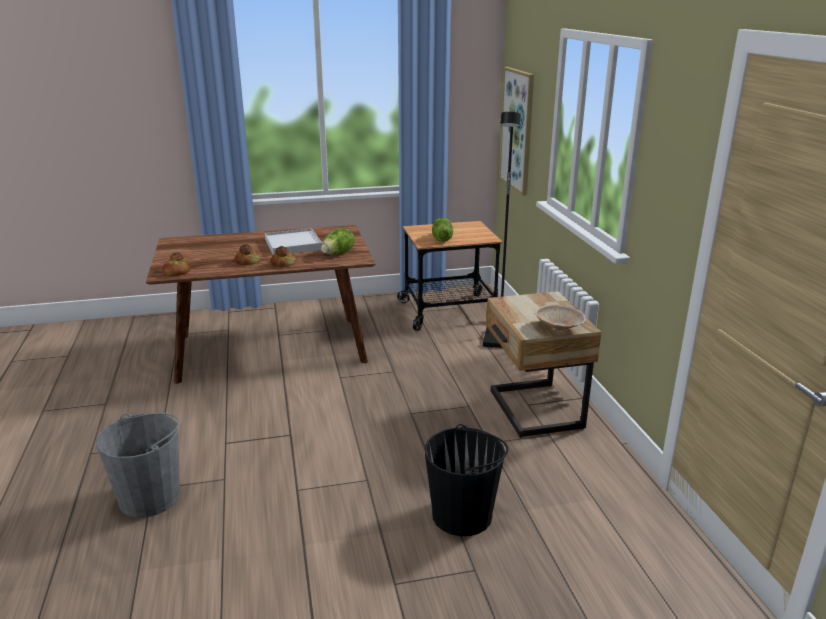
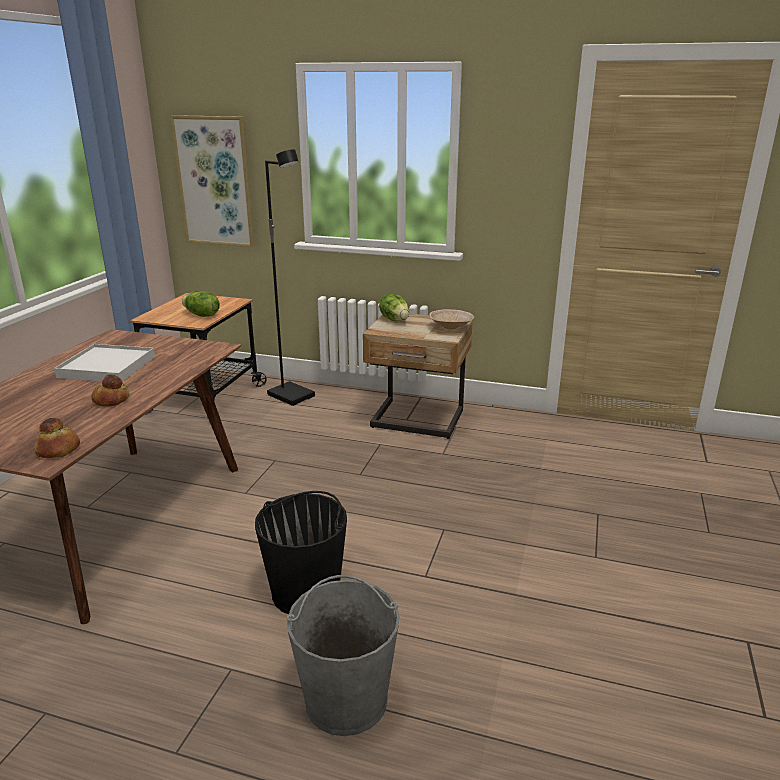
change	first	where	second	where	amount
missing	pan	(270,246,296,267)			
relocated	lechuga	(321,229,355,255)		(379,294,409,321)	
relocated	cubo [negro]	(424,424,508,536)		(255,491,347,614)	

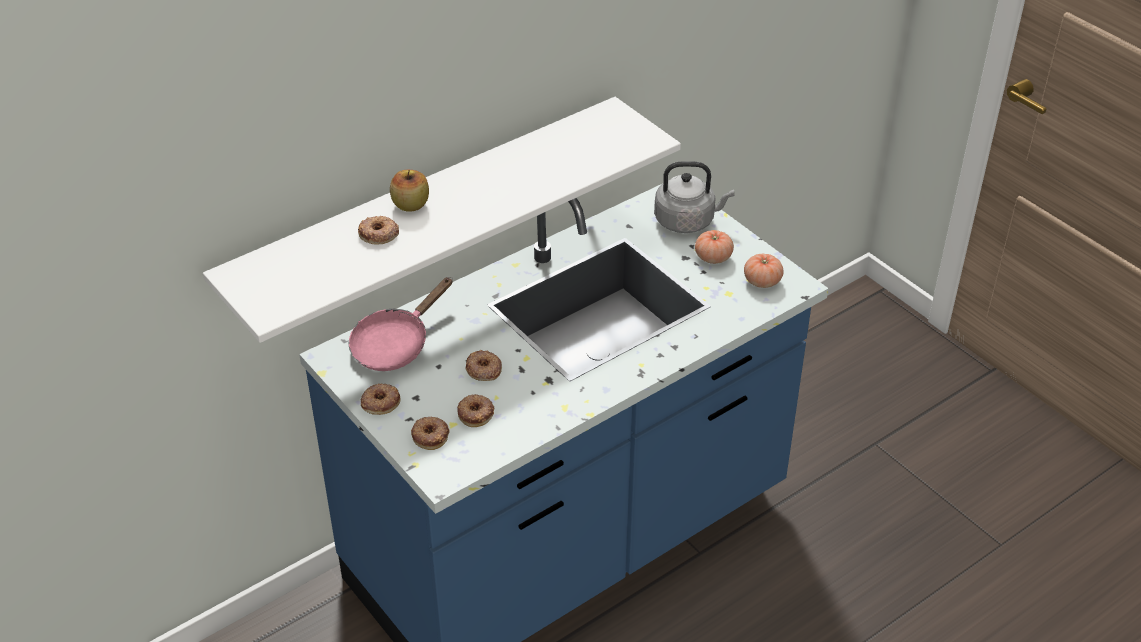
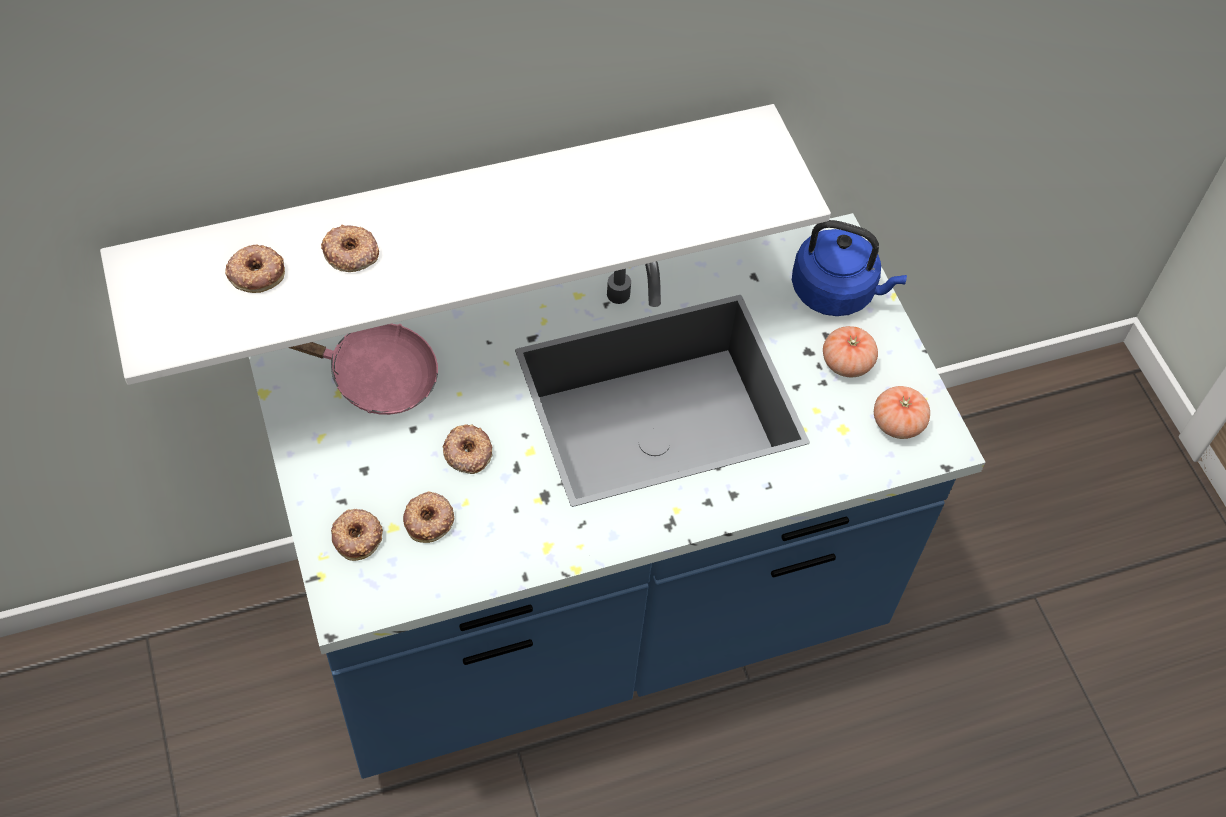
change	first	where	second	where	amount
spun	sartén [rosa]	(349,277,453,371)		(289,323,438,415)	135 degrees counterclockwise
relocated	rosquilla	(360,384,401,415)		(225,244,285,293)	
missing	manzana	(390,170,429,212)			
colour	hervidor [gris]	(654,161,734,233)	hervidor [azul]	(792,220,907,316)	

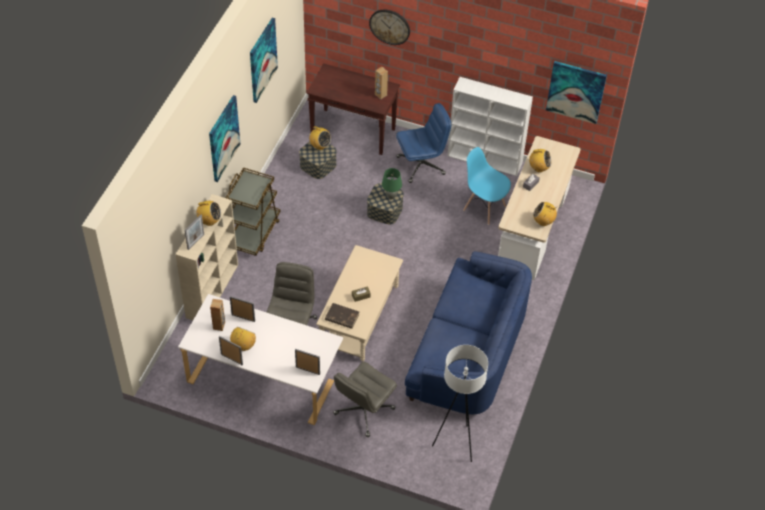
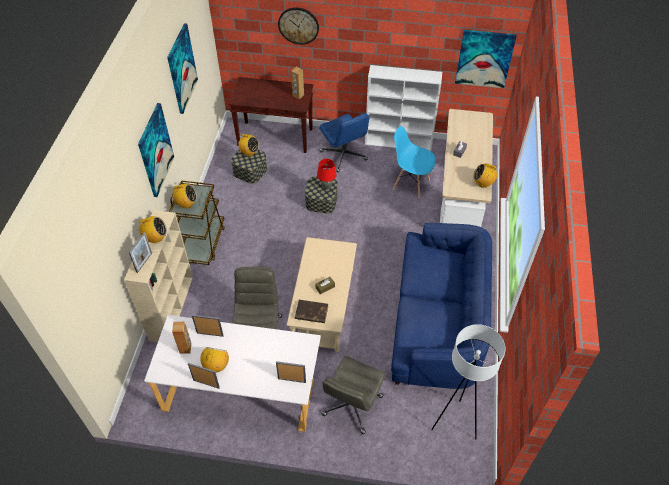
change	first	where	second	where	amount
colour	lámpara de mesa [verde]	(382,168,402,199)	lámpara de mesa [rojo]	(317,159,337,189)	
spun	silla de oficina [azul]	(396,103,451,183)		(319,113,369,172)	90 degrees clockwise
relocated	radio	(529,149,551,173)		(171,184,197,208)	

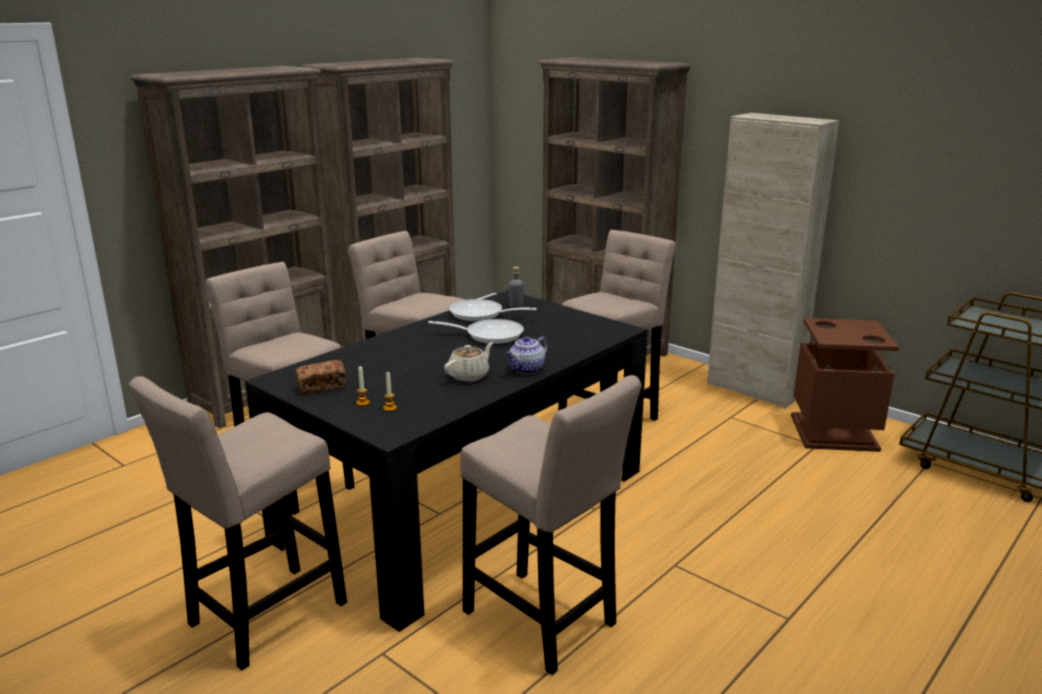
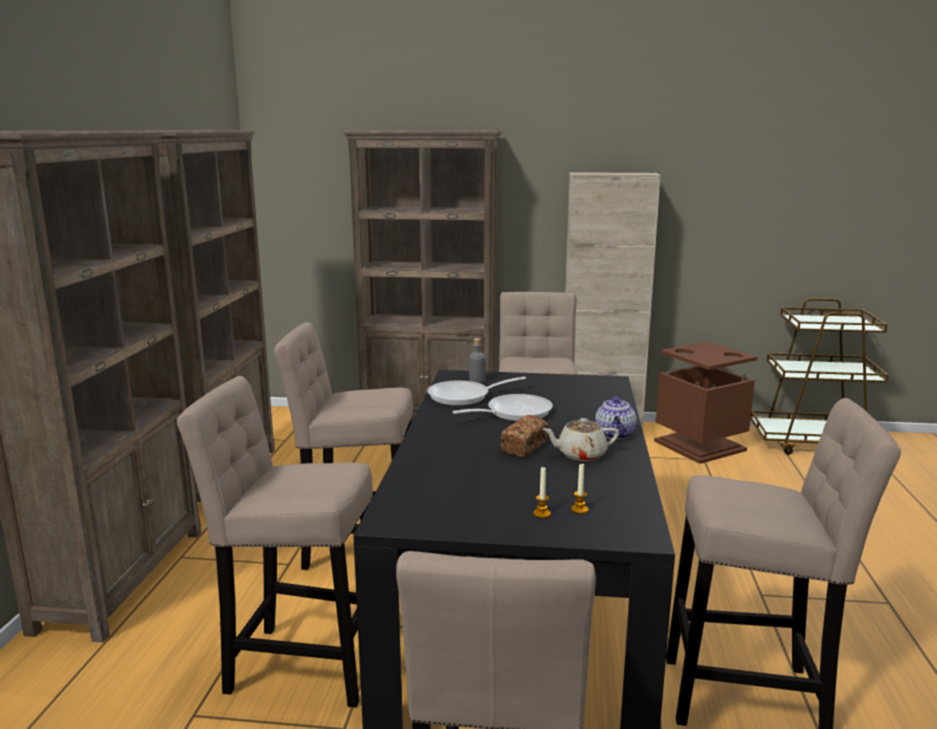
change	first	where	second	where	amount
relocated	pan	(296,360,346,395)		(501,415,549,458)	
spun	tetera [beis]	(444,342,493,382)		(543,418,619,461)	105 degrees counterclockwise

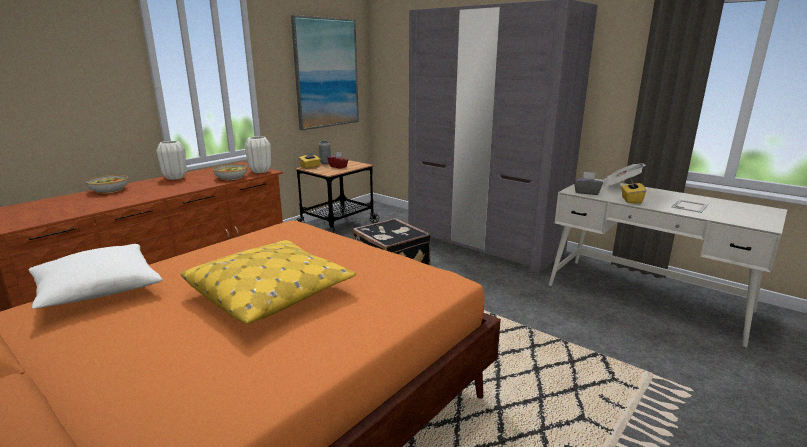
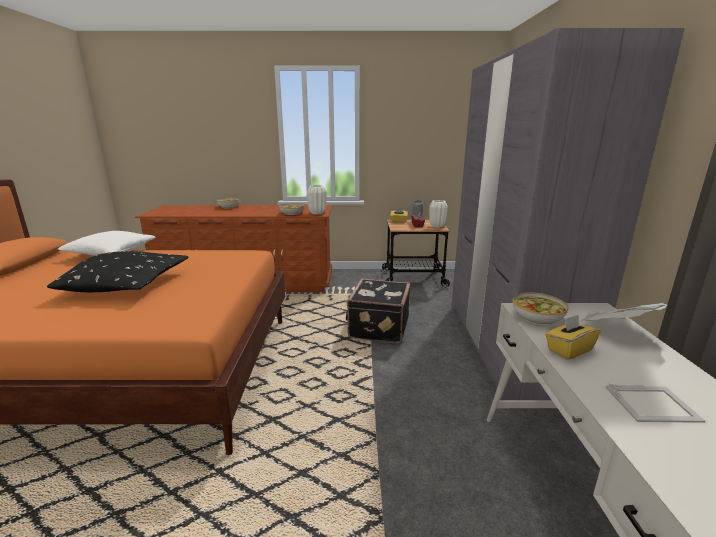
change	first	where	second	where	amount
relocated	florero [blanco]	(156,141,187,180)		(429,200,448,228)	
colour	cojín [amarillo]	(180,240,356,324)	cojín [negro]	(47,252,189,292)	
missing	cuadro	(291,15,359,130)			
exchanged	caja de pañuelos [gris]	(574,172,603,195)	cuenco	(513,292,568,325)	

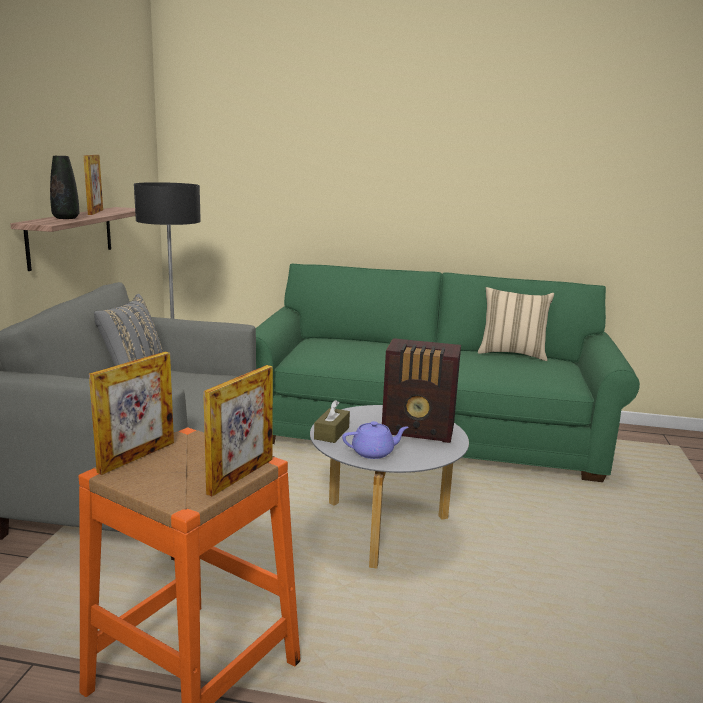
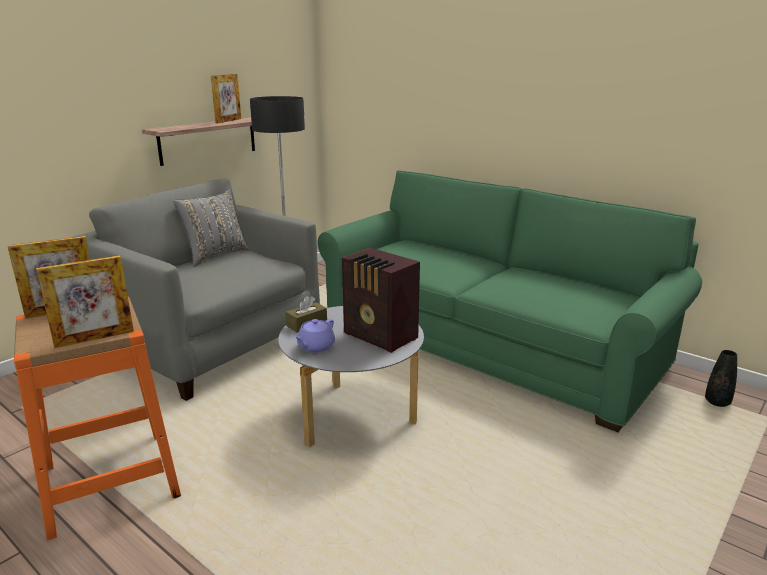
change	first	where	second	where	amount
relocated	florero [negro]	(50,156,79,219)		(705,350,737,407)	
spun	tetera [morado]	(342,421,409,459)		(295,319,335,353)	105 degrees clockwise
missing	cojín [beis]	(478,287,554,361)			

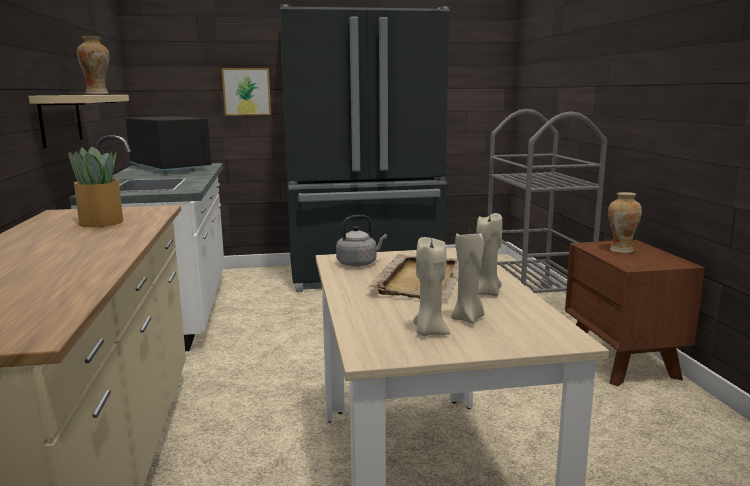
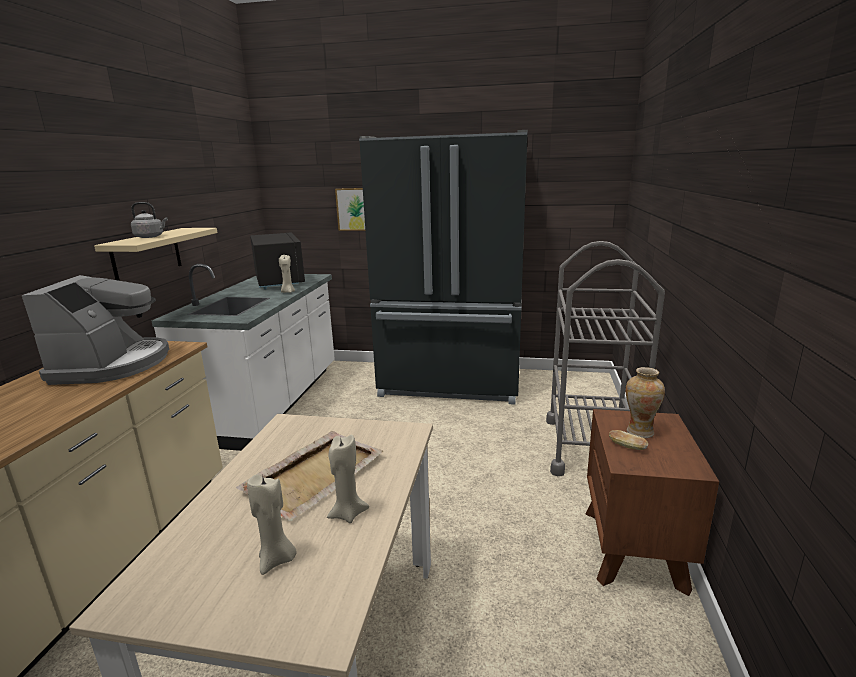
change	first	where	second	where	amount
exchanged	planta en maceta	(69,147,123,227)	cafetera	(22,275,169,385)	
missing	florero	(77,36,109,95)			
relocated	hervidor [gris]	(336,215,387,267)		(131,202,168,238)	
relocated	vela [beis]	(413,237,450,336)		(279,255,295,293)	
appeared			pan	(609,430,648,450)	

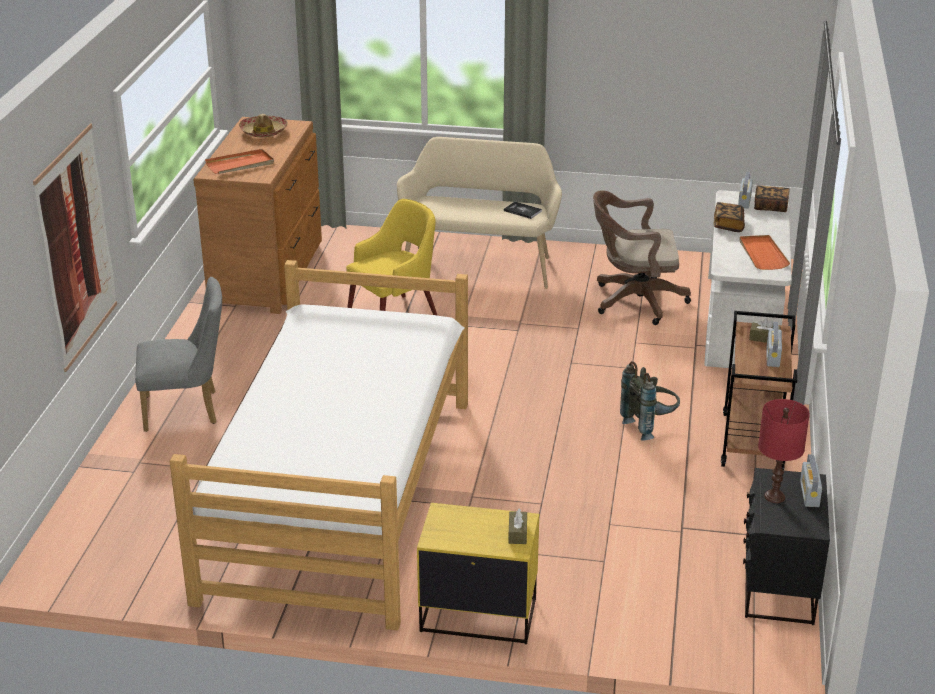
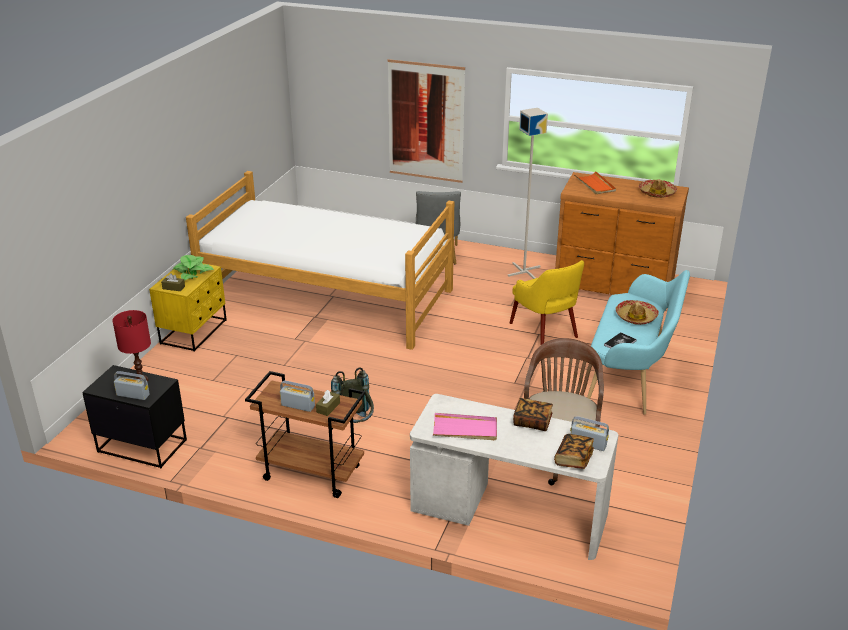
change	first	where	second	where	amount
colour	banco [beis]	(397,137,562,289)	banco [turquesa]	(587,270,690,415)	
colour	bandeja [naranja]	(739,235,790,270)	bandeja [rosa]	(433,413,497,440)	
appeared			planta en maceta	(174,255,214,281)	
appeared			lámpara de pie [gris]	(508,108,548,279)	
appeared			sombrero	(616,300,659,325)	

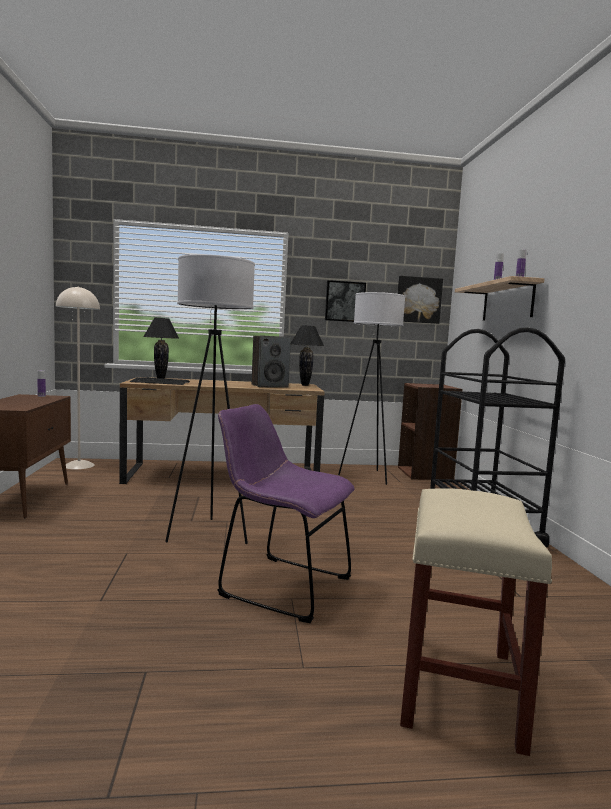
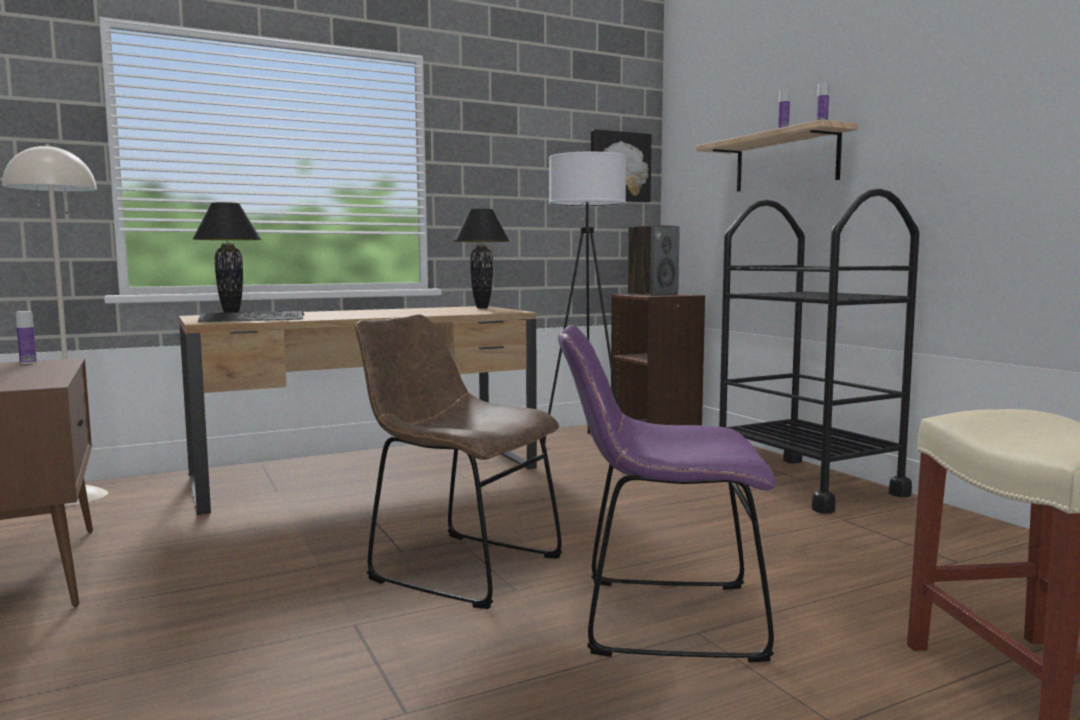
change	first	where	second	where	amount
exchanged	lámpara de pie [blanco]	(165,254,255,544)	silla [marrón]	(355,314,562,609)	
relocated	altavoz	(252,335,291,388)		(628,225,680,296)	
missing	cuadro	(325,280,366,322)			

